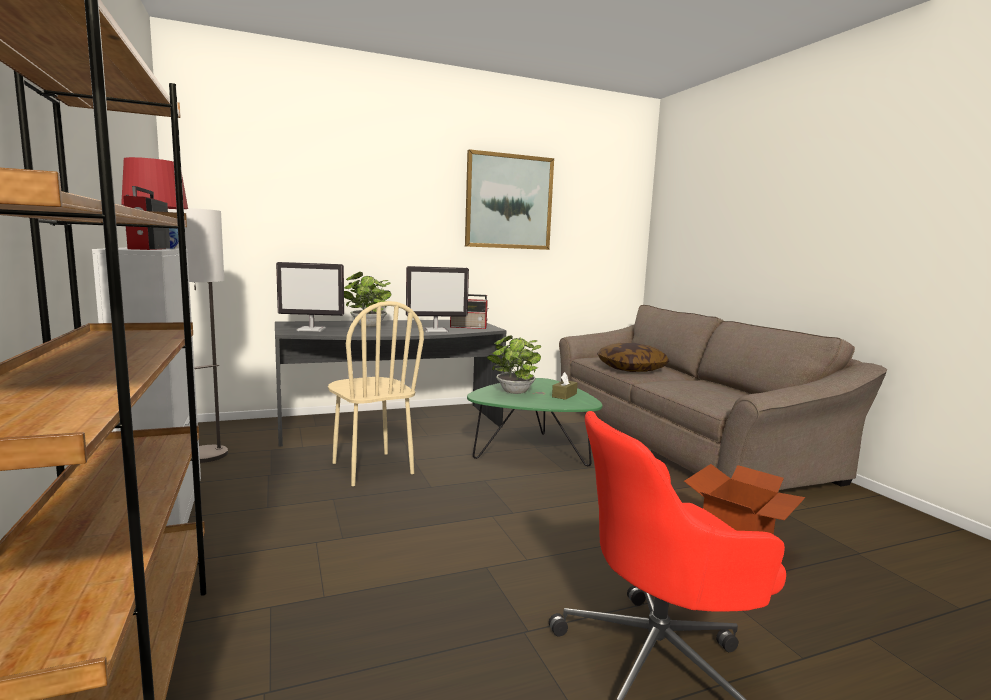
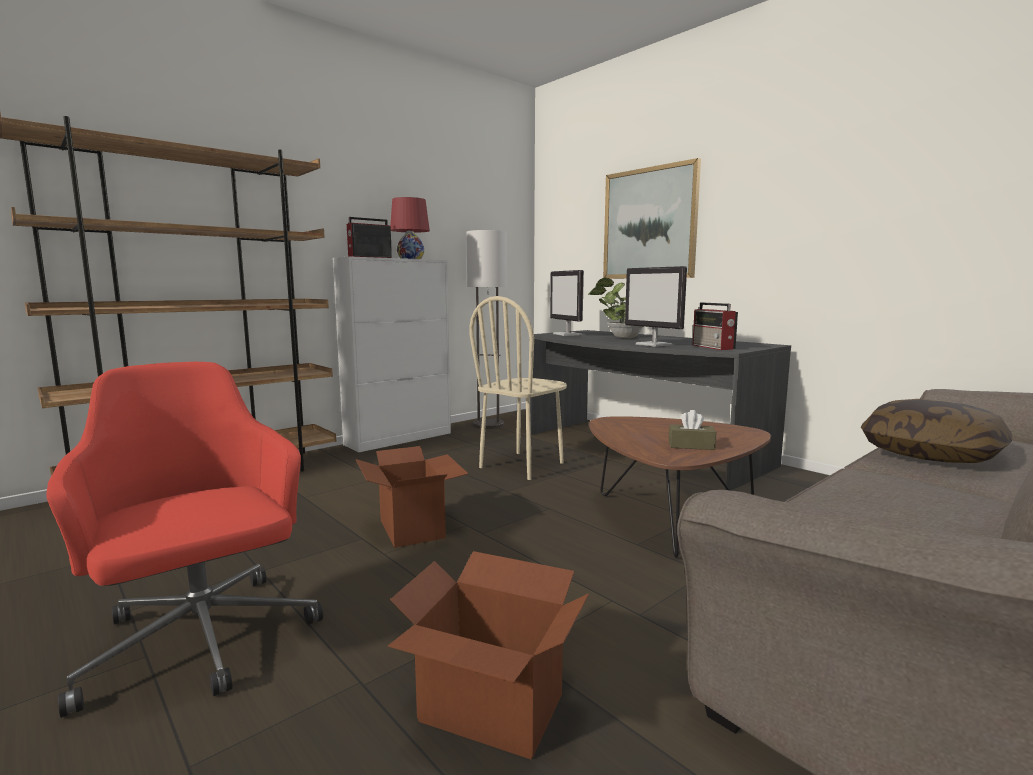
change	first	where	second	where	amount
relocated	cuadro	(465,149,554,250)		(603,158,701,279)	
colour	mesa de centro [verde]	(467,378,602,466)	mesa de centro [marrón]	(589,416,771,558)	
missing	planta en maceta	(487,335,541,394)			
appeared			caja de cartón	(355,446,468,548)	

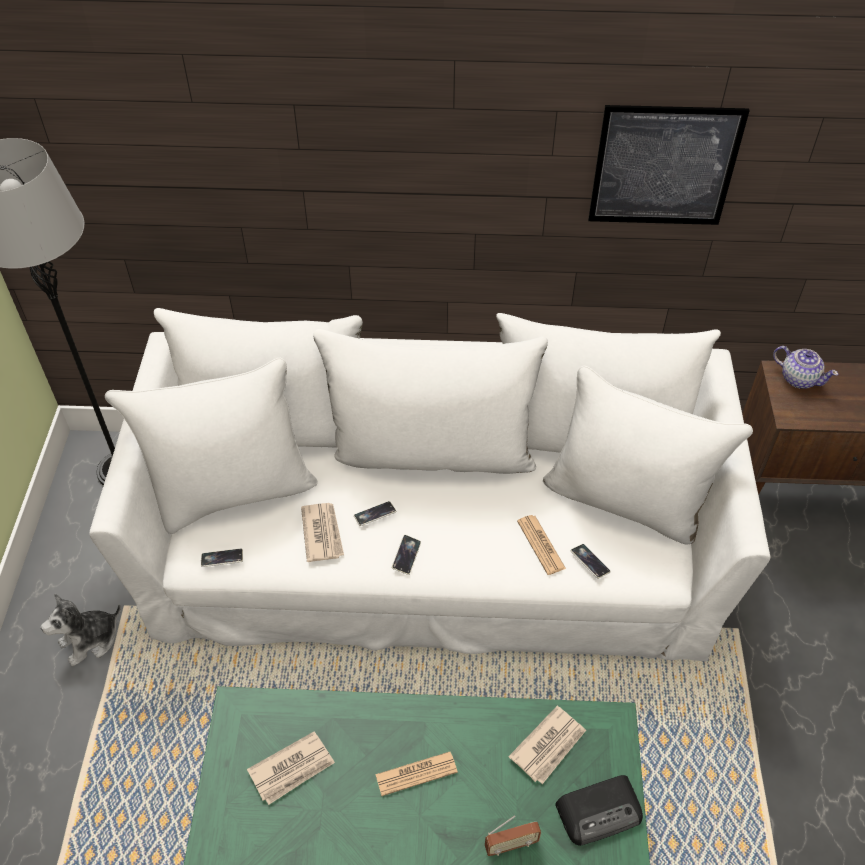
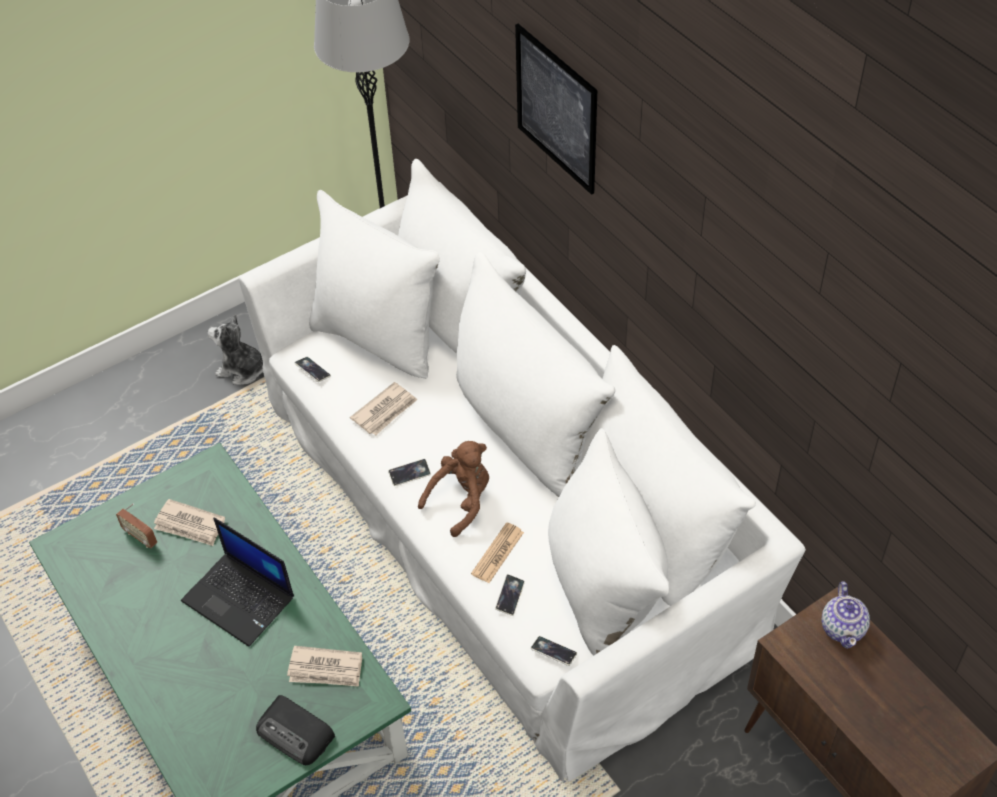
change	first	where	second	where	amount
relocated	móvil	(354,501,397,526)		(531,636,577,666)	
exchanged	periódico	(375,752,458,796)	portátil	(181,517,294,647)	
relocated	radio	(485,815,541,856)		(116,504,157,548)	
relocated	cuadro	(588,105,750,225)		(515,24,597,195)	
appeared			peluche [marrón]	(418,441,489,537)	

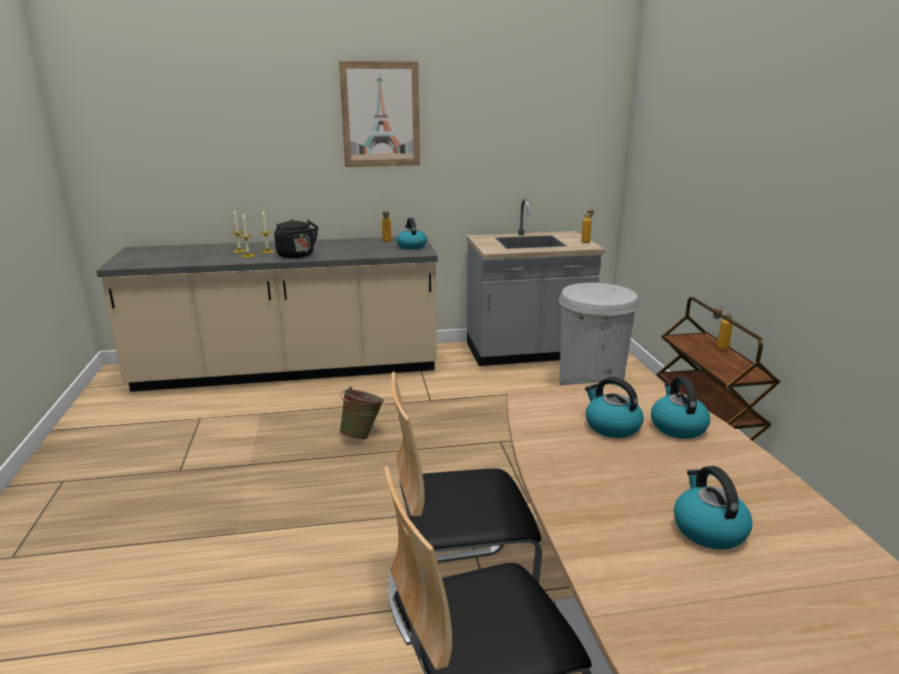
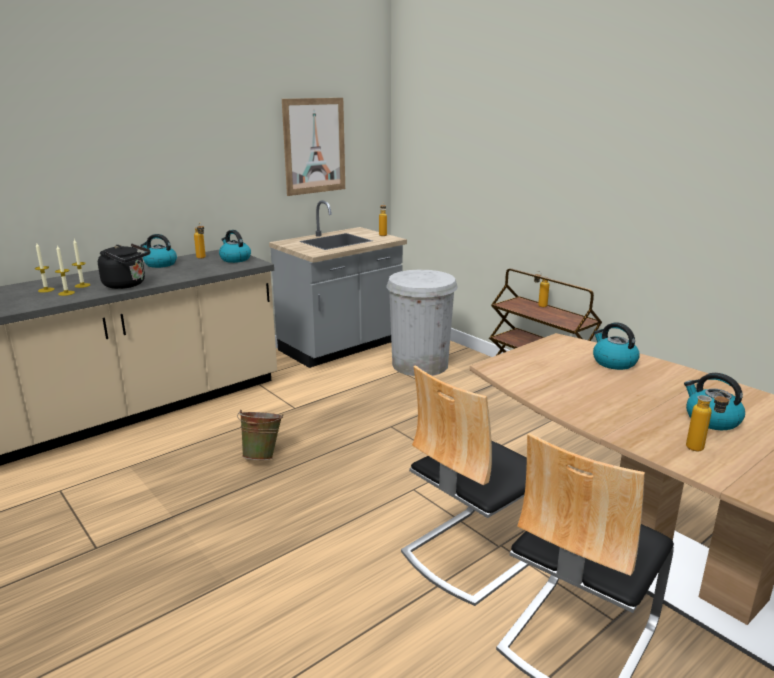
change	first	where	second	where	amount
relocated	cuadro	(339,61,420,167)		(282,98,345,196)	
relocated	hervidor	(585,377,644,438)		(140,234,177,268)	
appeared			botella	(686,391,730,451)	

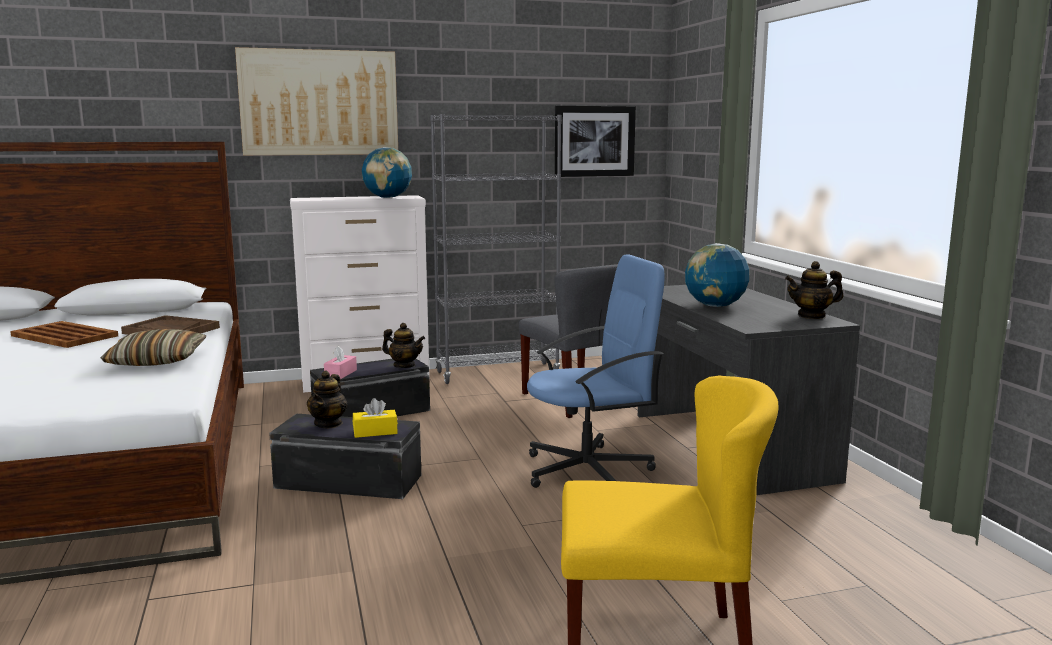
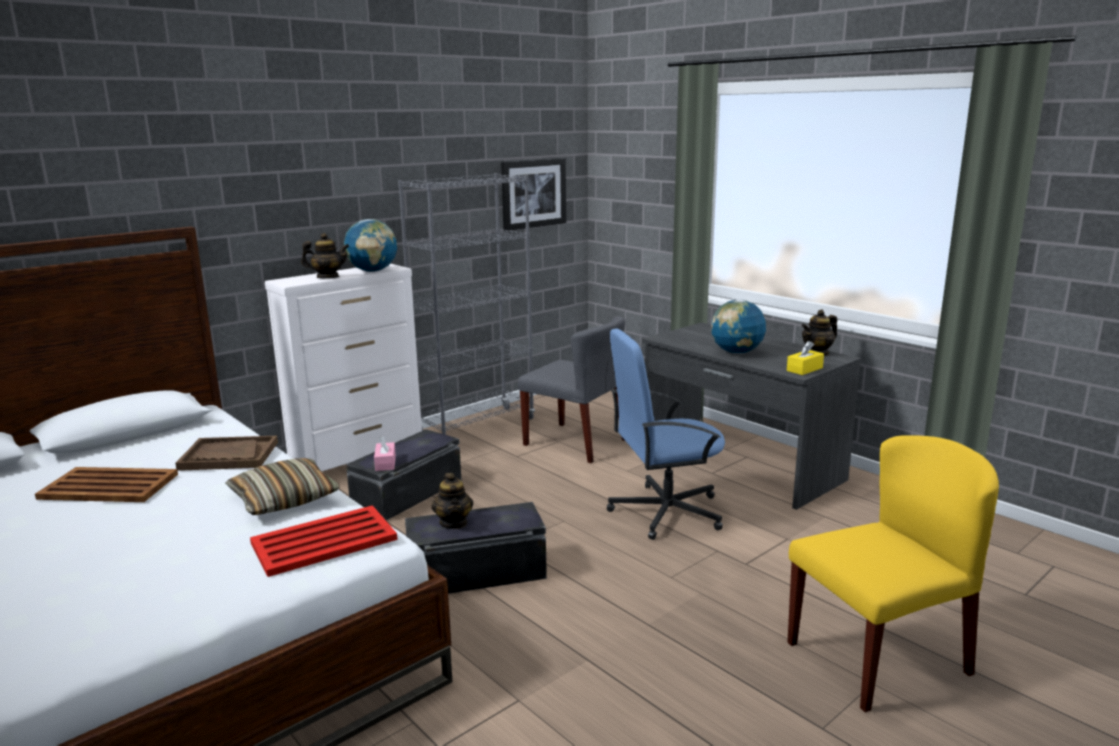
change	first	where	second	where	amount
missing	cuadro	(235,47,398,155)			
relocated	caja de pañuelos [amarillo]	(353,398,398,438)		(787,341,824,375)	
relocated	tetera	(382,323,425,368)		(301,233,350,278)	
spun	silla de oficina [azul]	(527,254,665,488)		(606,329,725,540)	150 degrees counterclockwise
appeared			bandeja [rojo]	(250,505,397,577)	

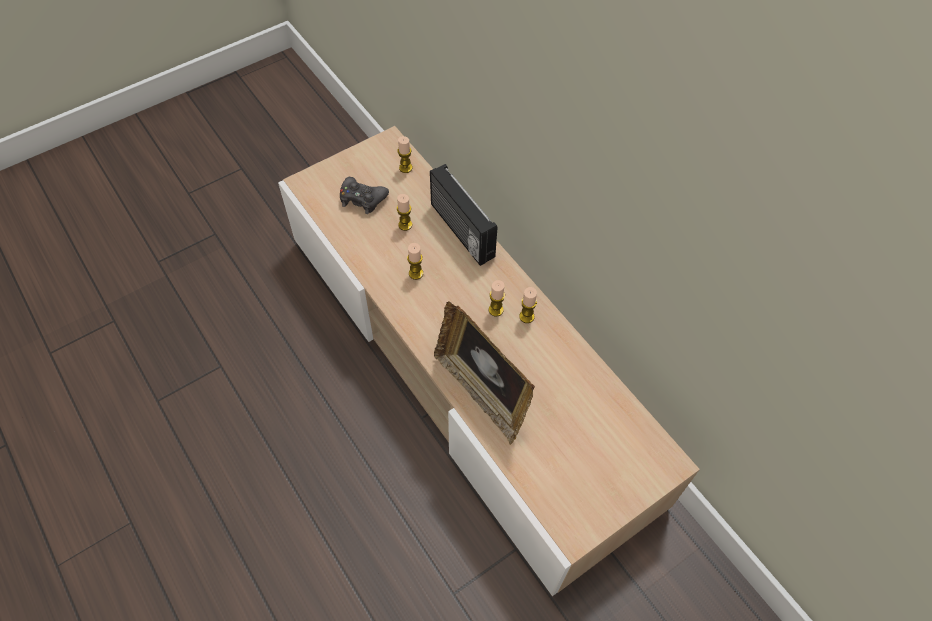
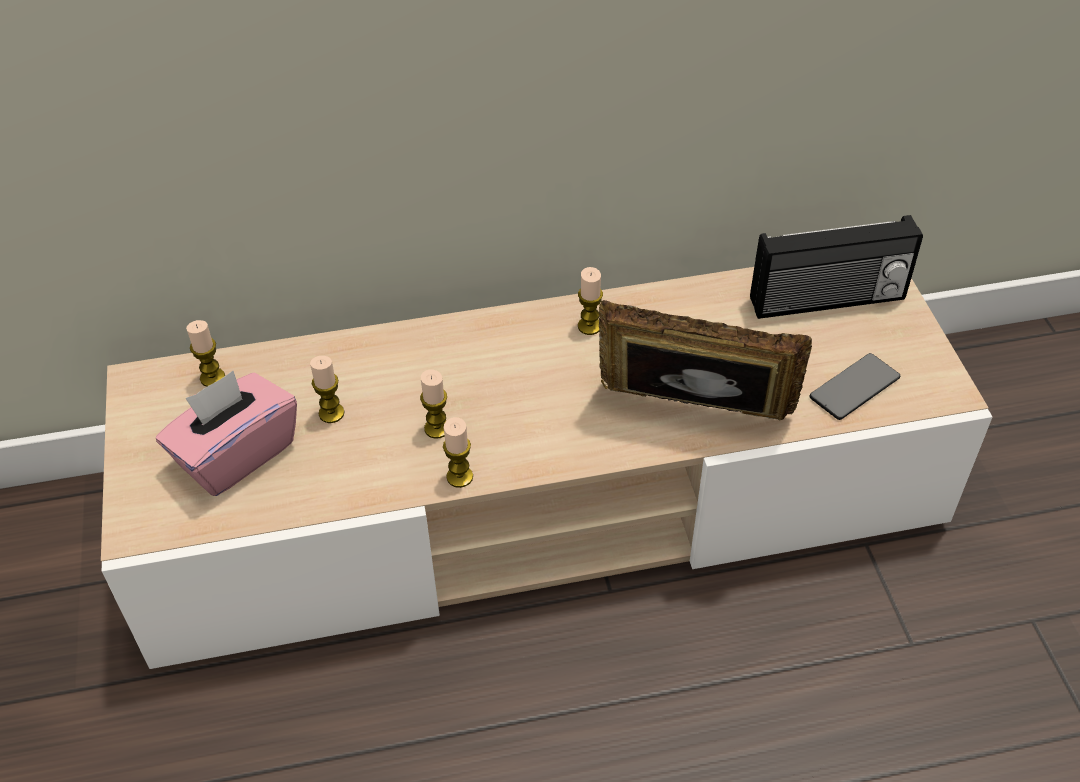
change	first	where	second	where	amount
exchanged	mando de consola [negro]	(340,177,389,214)	caja de pañuelos [rosa]	(156,371,297,496)	
relocated	radio	(430,164,497,266)		(750,215,923,319)	
spun	portarretratos	(434,301,535,445)		(599,300,812,420)	150 degrees counterclockwise
relocated	vela	(489,280,505,317)		(443,417,473,488)	
appeared			móvil	(810,353,900,420)	

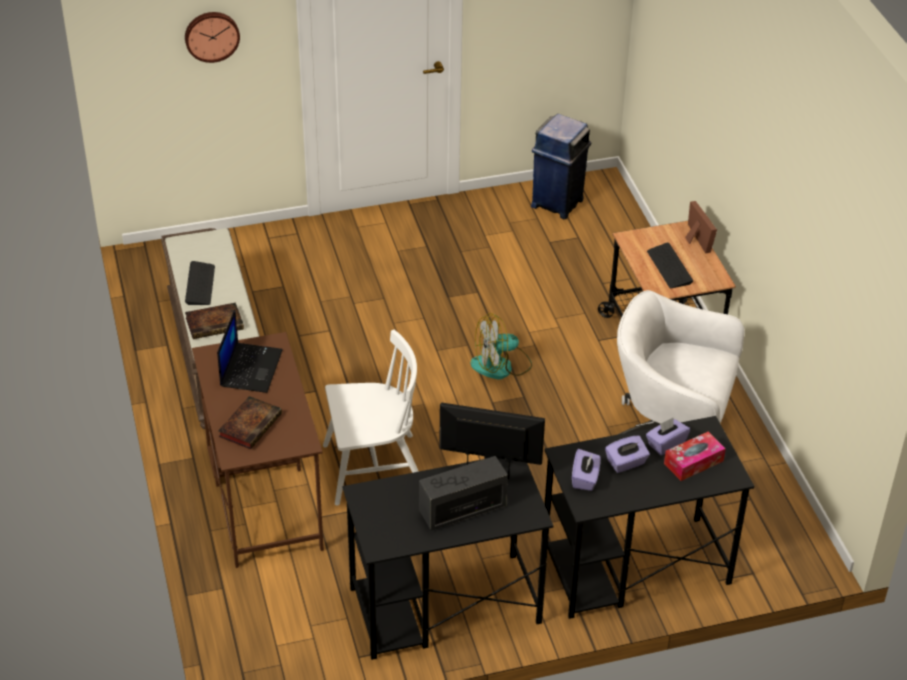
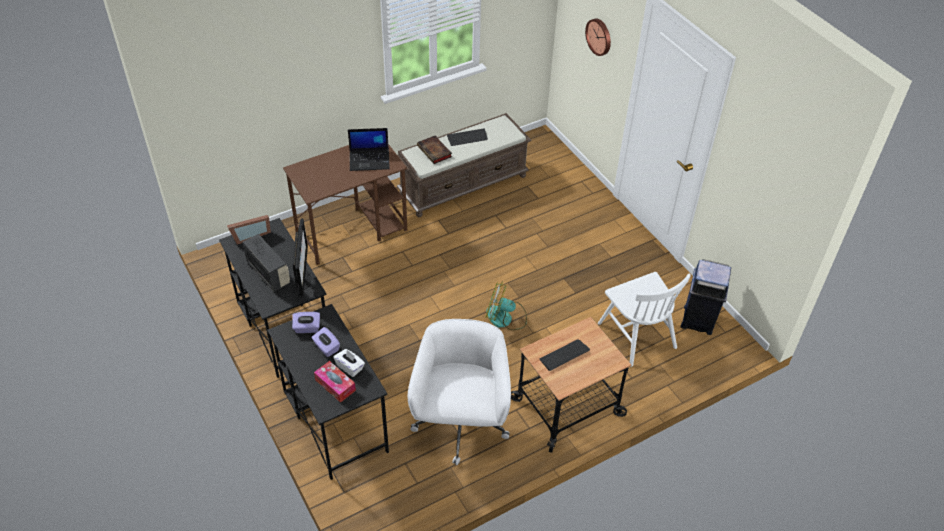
change	first	where	second	where	amount
missing	libro	(218,396,282,449)			
relocated	silla [blanco]	(323,330,419,505)		(598,272,691,367)	
spun	ventilador	(470,313,532,379)		(486,281,527,330)	45 degrees counterclockwise
colour	caja de pañuelos [morado]	(646,418,690,455)	caja de pañuelos [blanco]	(333,349,365,377)	
relocated	portarretratos	(685,201,717,253)		(227,215,271,245)	

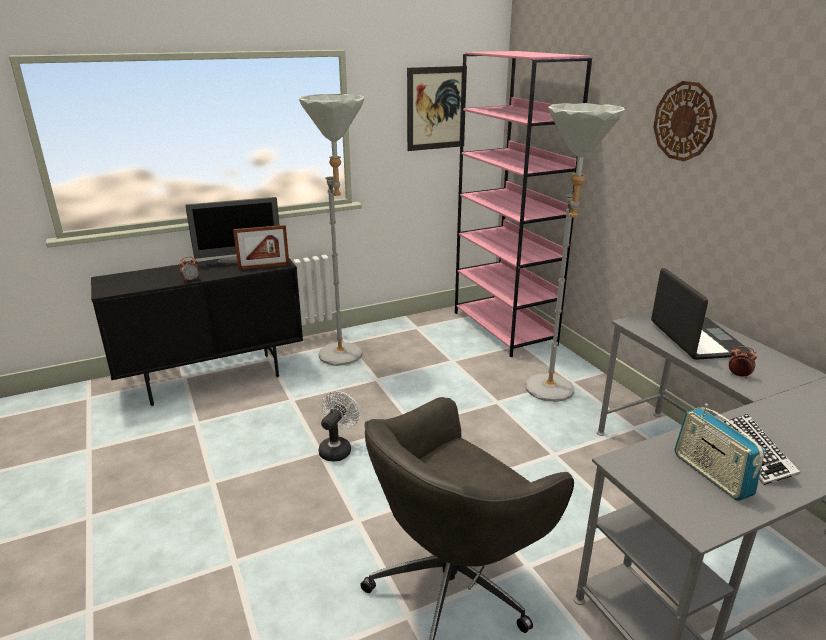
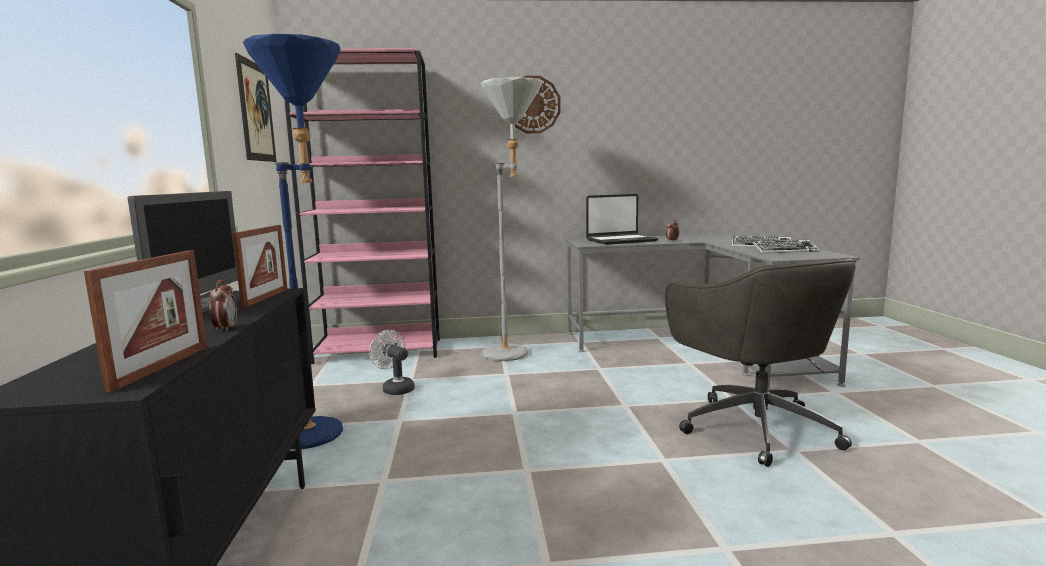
change	first	where	second	where	amount
colour	lámpara de pie [gris]	(299,94,365,366)	lámpara de pie [azul]	(243,34,343,450)	
relocated	ventilador [blanco]	(319,391,360,461)		(369,330,415,395)	
spun	portátil	(651,268,751,360)		(586,194,658,245)	150 degrees clockwise
exchanged	radio	(675,403,765,501)	teclado	(753,240,820,254)	
appeared			portarretratos	(84,250,207,393)	

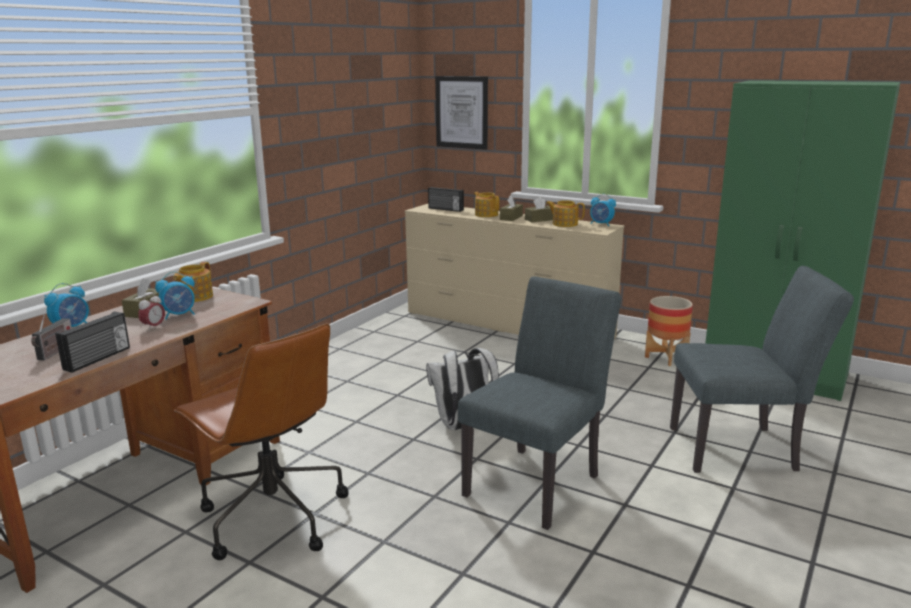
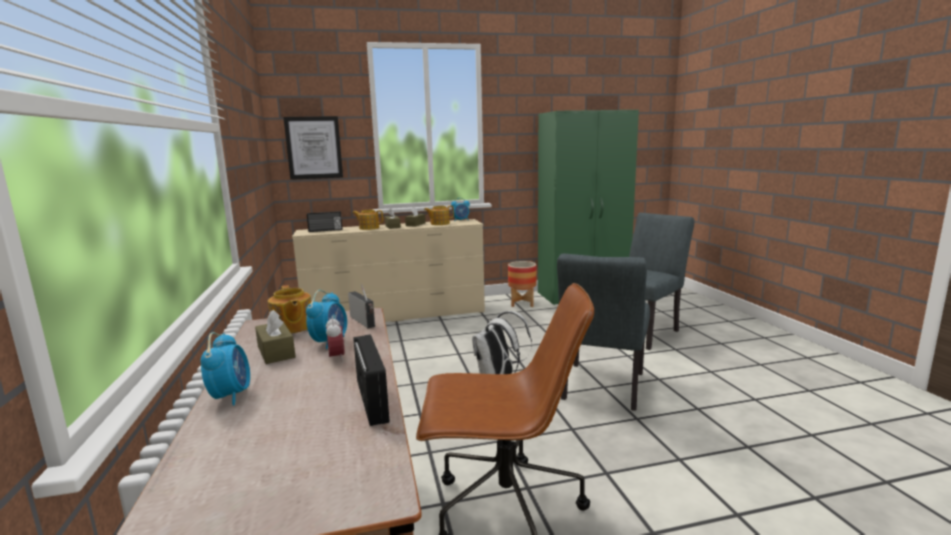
change	first	where	second	where	amount
relocated	radio	(31,314,72,360)		(348,284,375,328)	
spun	silla [gris]	(458,276,621,530)		(557,254,650,411)	150 degrees counterclockwise

